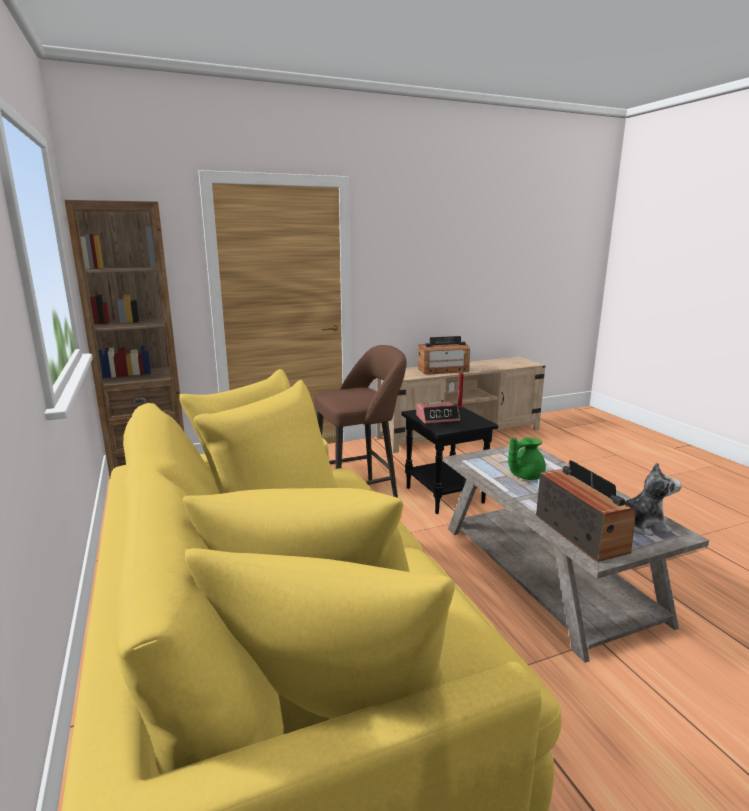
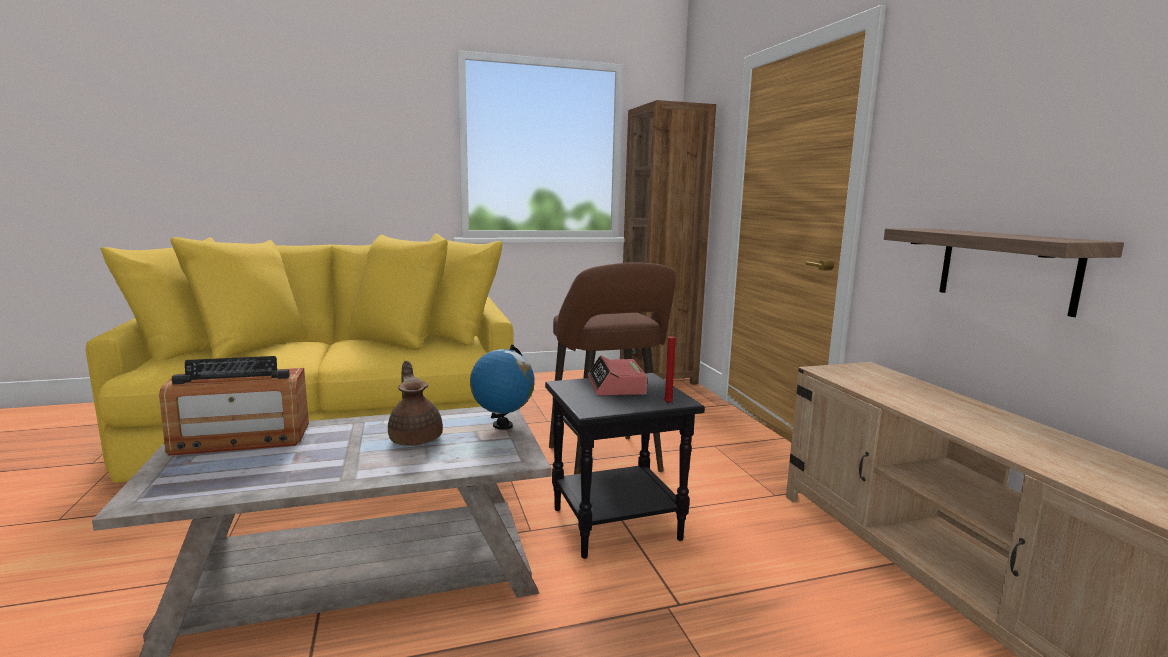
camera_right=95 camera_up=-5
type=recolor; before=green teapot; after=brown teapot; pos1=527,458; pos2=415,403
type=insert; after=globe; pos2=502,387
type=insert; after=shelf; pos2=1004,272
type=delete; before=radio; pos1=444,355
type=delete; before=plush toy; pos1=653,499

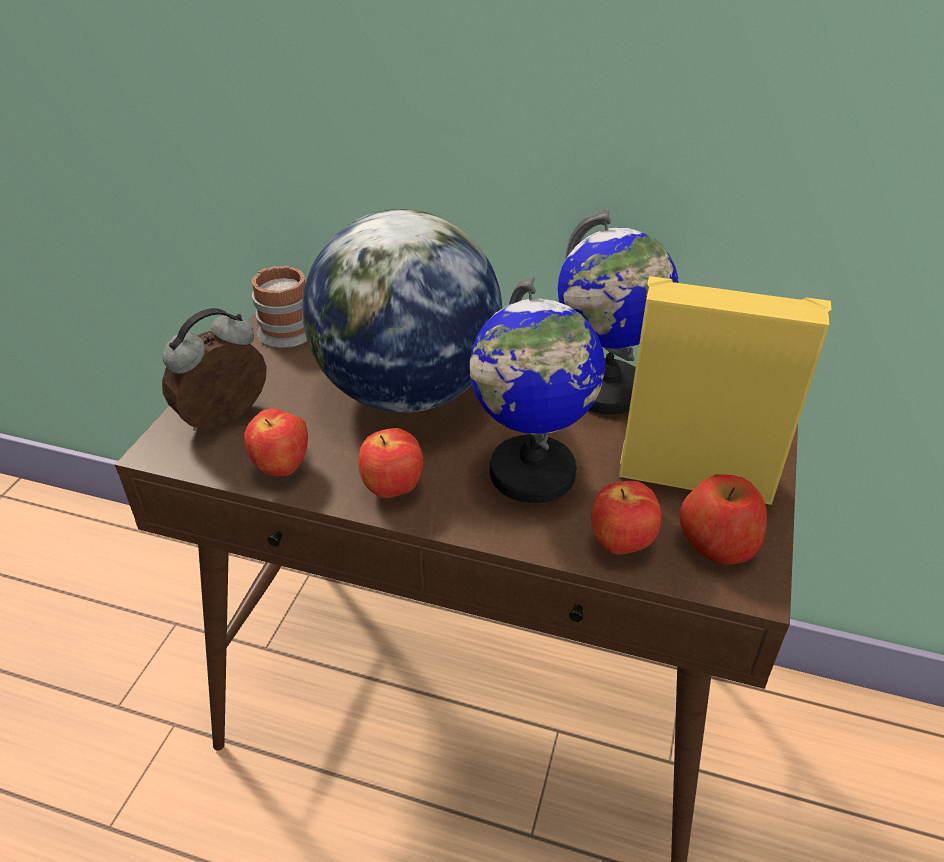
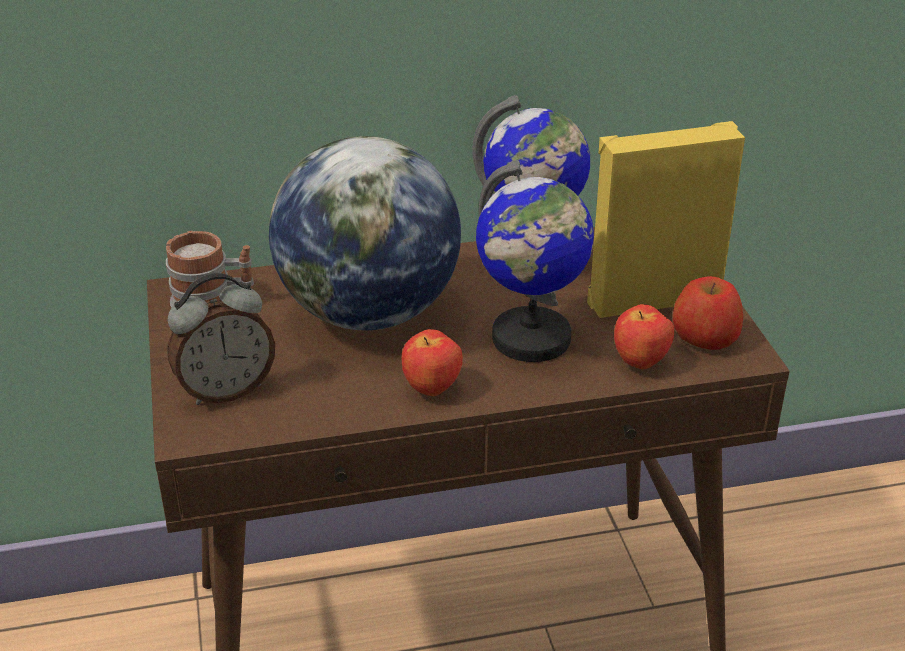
camera_right=-30 camera_up=-5
type=rotate; before=alarm clock; pos1=214,369; pos2=221,339; turn=-135
type=delete; before=apple; pos1=276,442

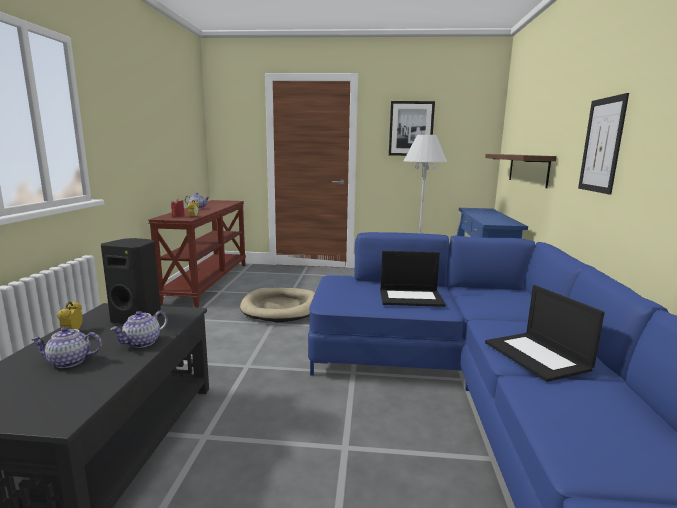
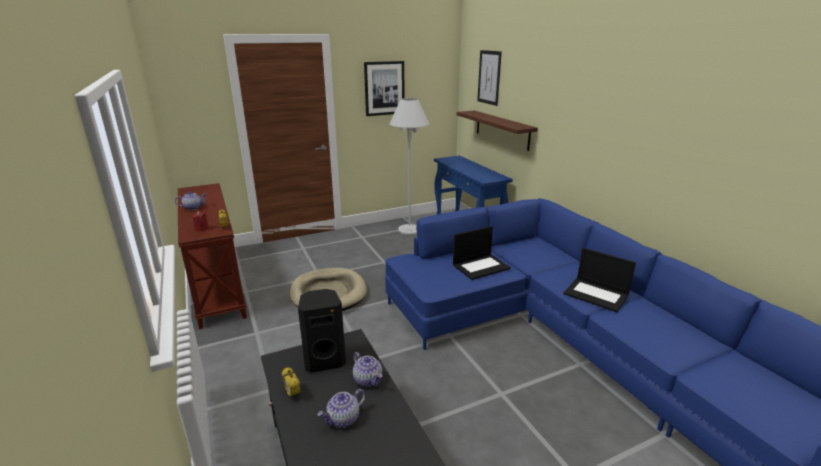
camera_right=-30 camera_up=10
type=rotate; before=teapot; pos1=139,329; pos2=367,369; turn=-45
type=move; before=picture; pos1=603,144; pos2=489,78

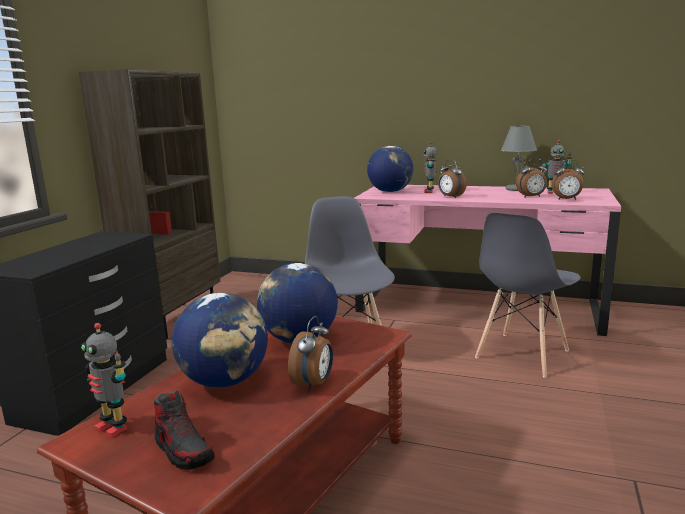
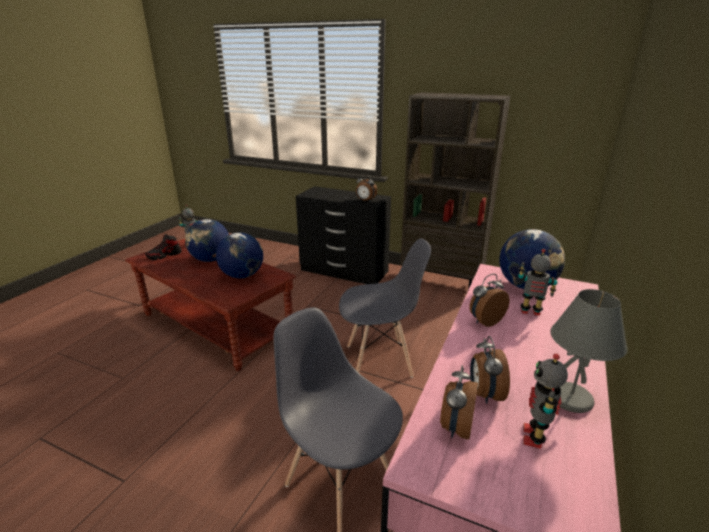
camera_right=95 camera_up=10
type=move; before=alarm clock; pos1=310,353; pos2=366,187

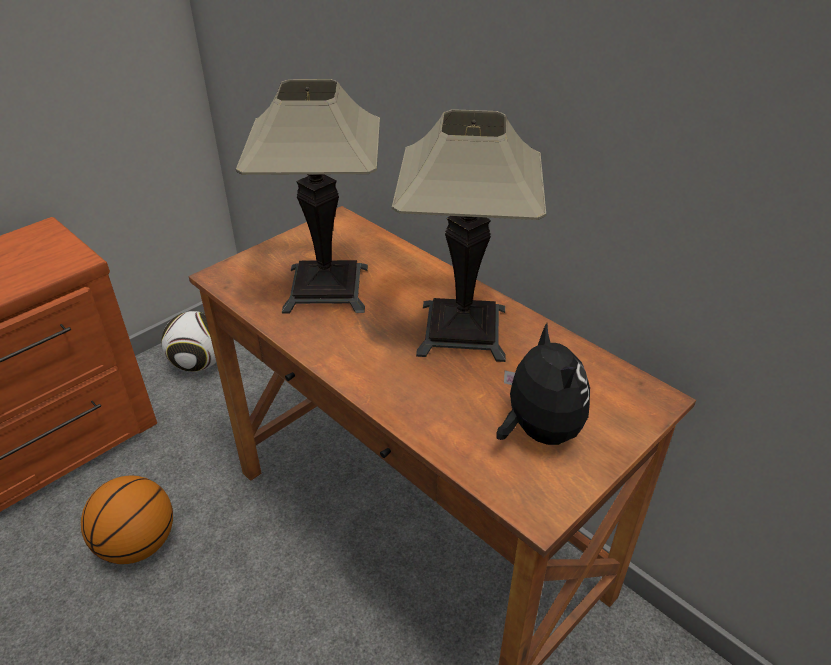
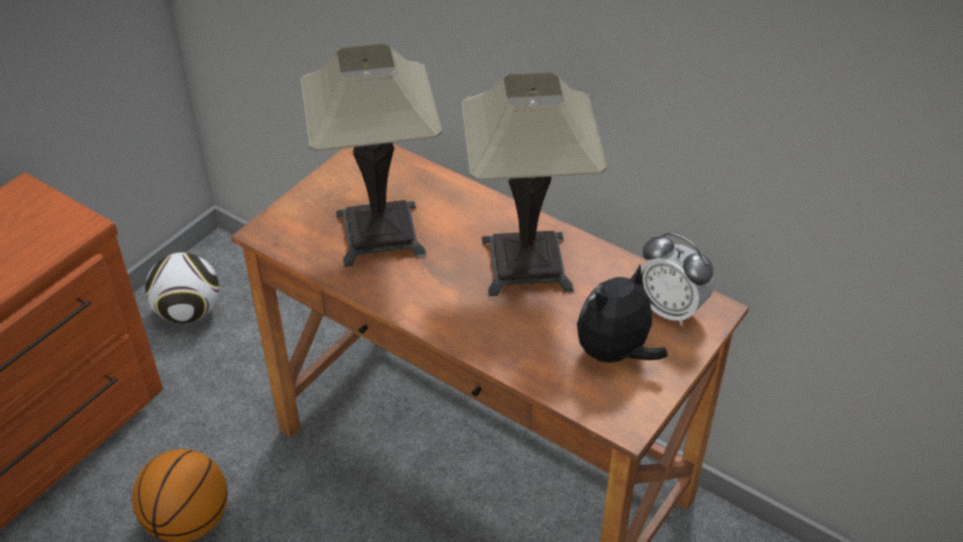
camera_right=-10 camera_up=5
type=rotate; before=plush toy; pos1=543,384; pos2=622,316; turn=-105
type=insert; after=alarm clock; pos2=677,279

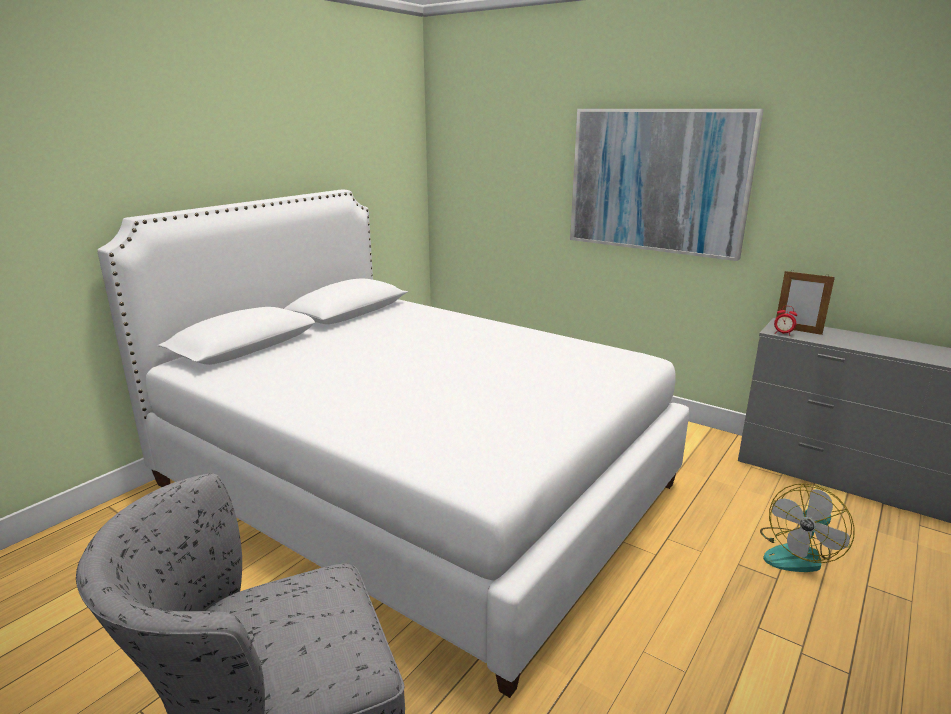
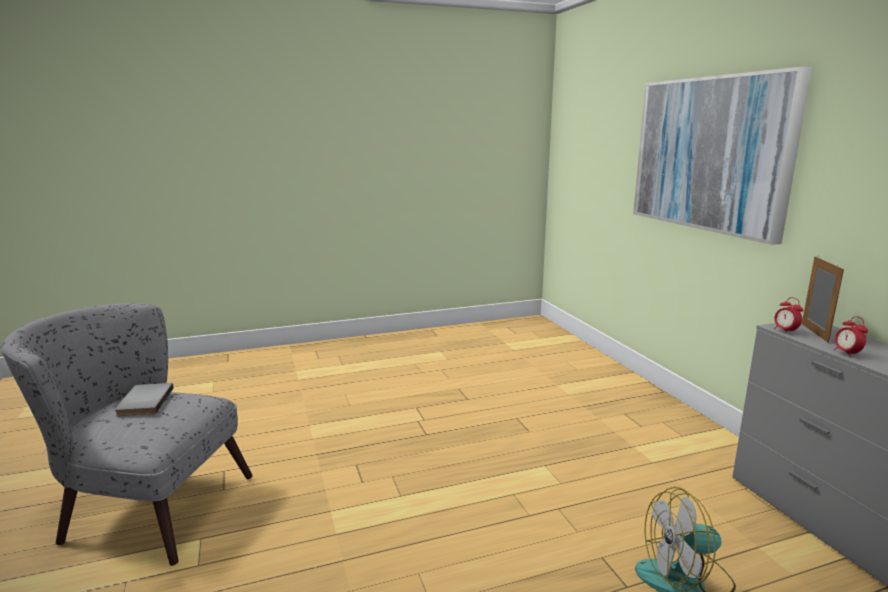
camera_right=35 camera_up=-5
type=insert; after=grey book; pos2=144,400
type=rotate; before=picture frame; pos1=805,302; pos2=823,299; turn=-150
type=insert; after=alarm clock; pos2=851,336
type=delete; before=white bed; pos1=393,443

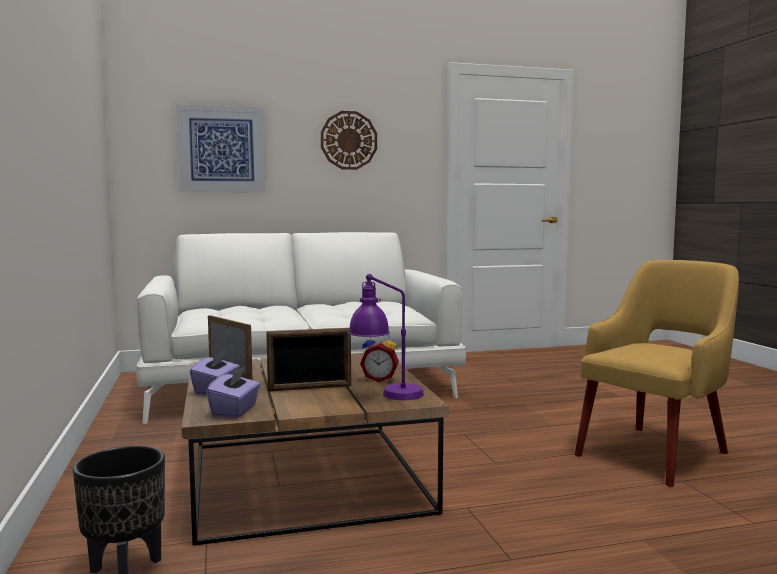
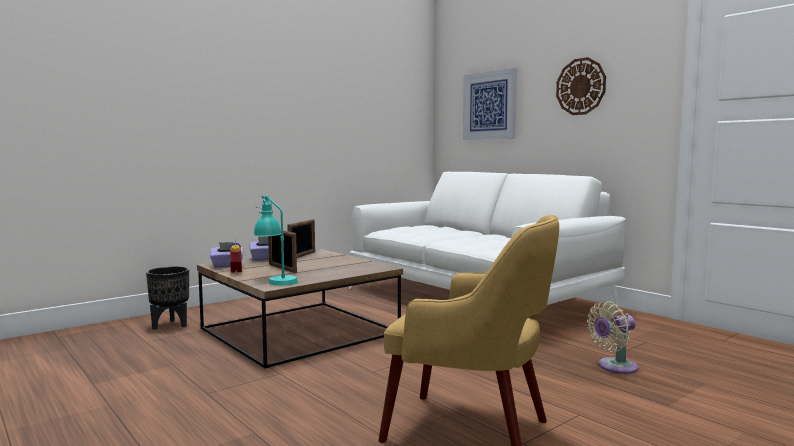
camera_right=65 camera_up=0
type=move; before=alarm clock; pos1=379,358; pos2=238,256
type=recolor; before=purple table lamp; after=turquoise table lamp; pos1=386,337; pos2=275,240
type=insert; after=beige fan; pos2=612,337

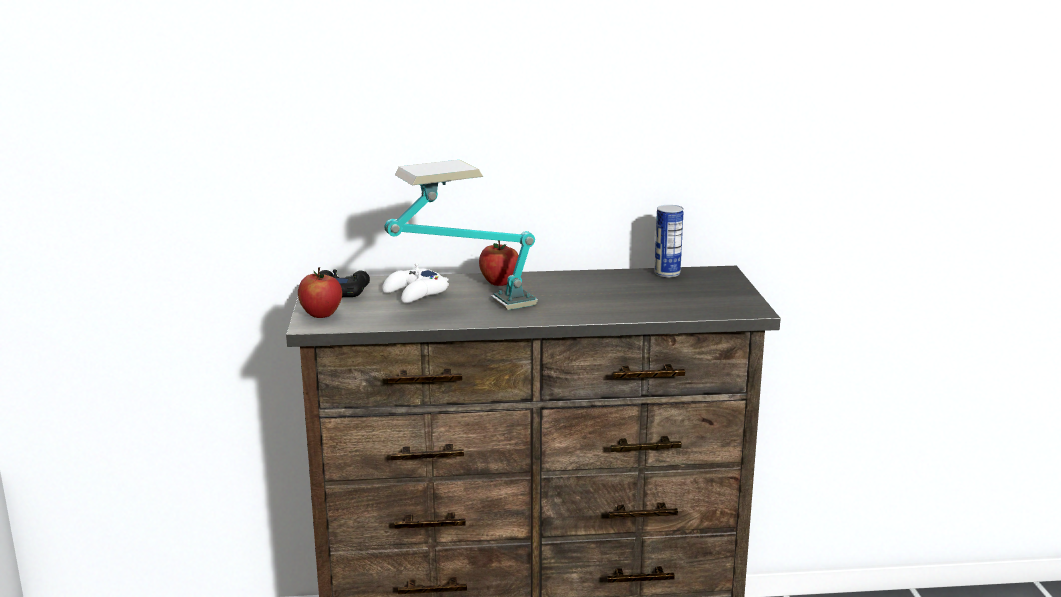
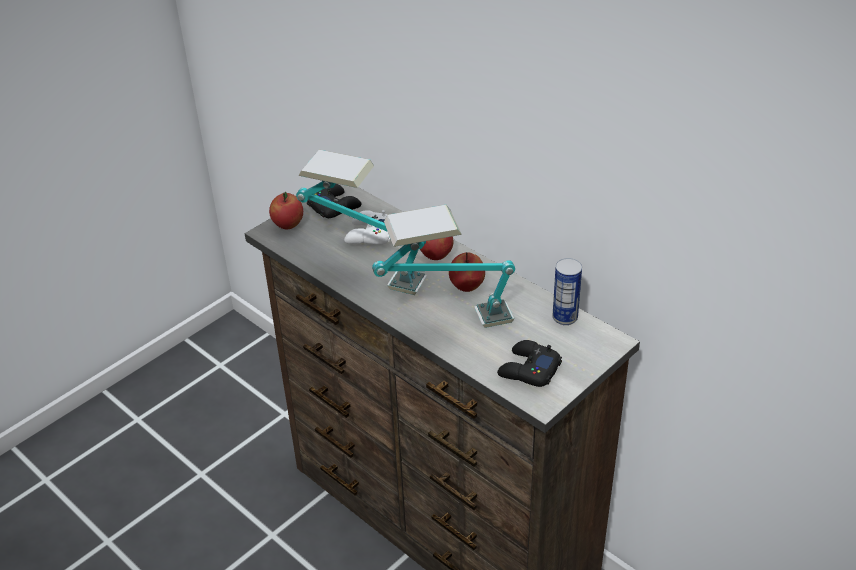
camera_right=50 camera_up=20
type=insert; after=table lamp; pos2=443,266
type=insert; after=apple; pos2=467,272
type=insert; after=black game controller; pos2=529,363

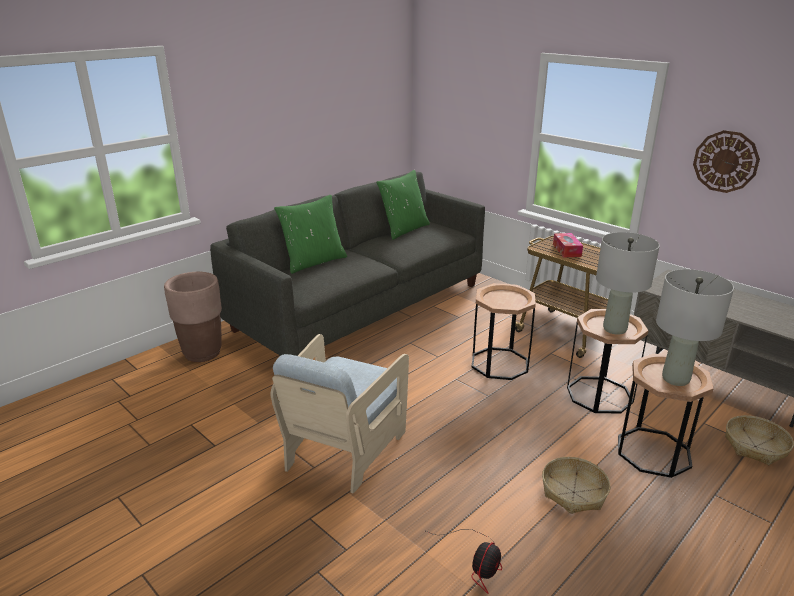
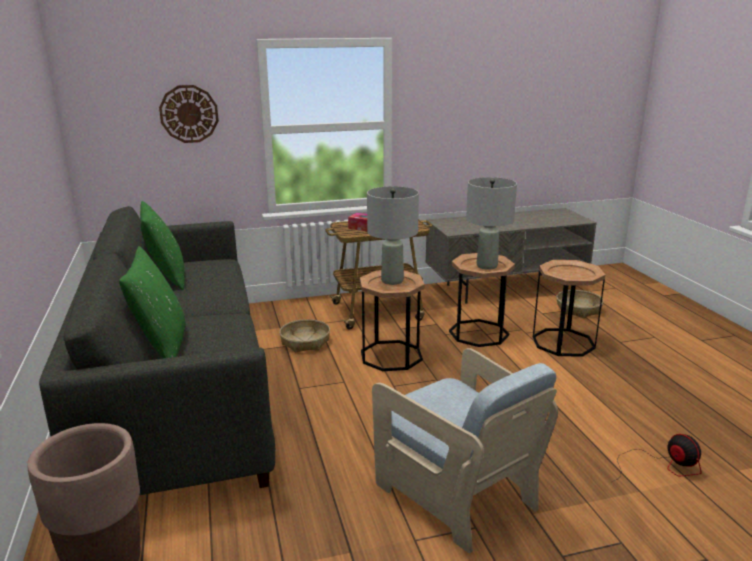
camera_right=-60 camera_up=-5
type=move; before=wall clock; pos1=726,161; pos2=189,114
type=move; before=basket; pos1=576,485; pos2=305,336
type=move; before=grey table lamp; pos1=695,327; pos2=393,235

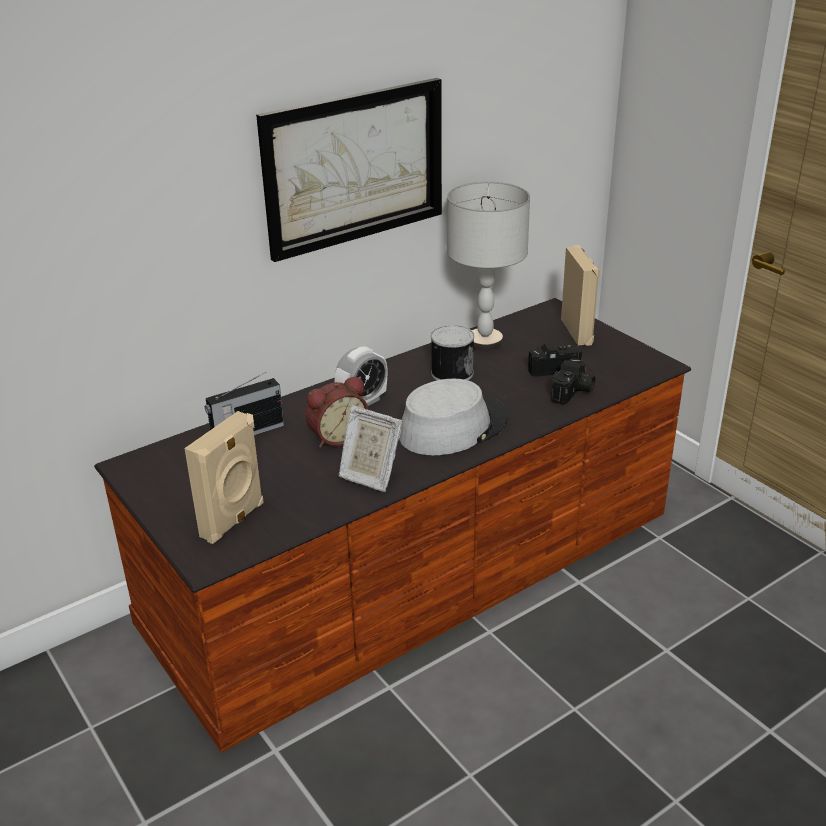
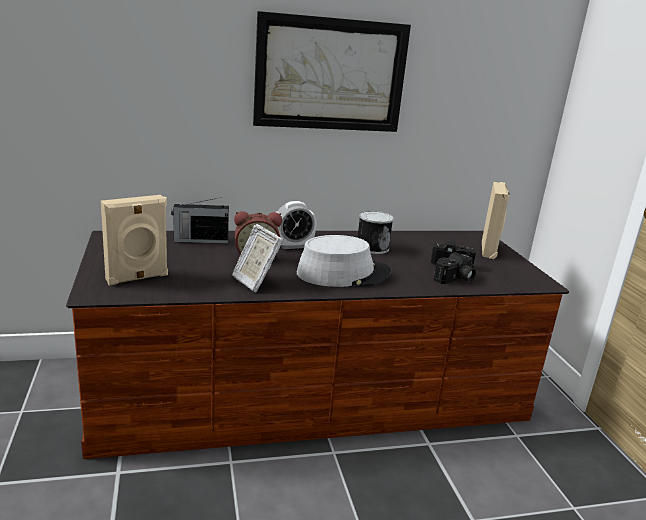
camera_right=20 camera_up=-10
type=delete; before=grey table lamp; pos1=488,266

